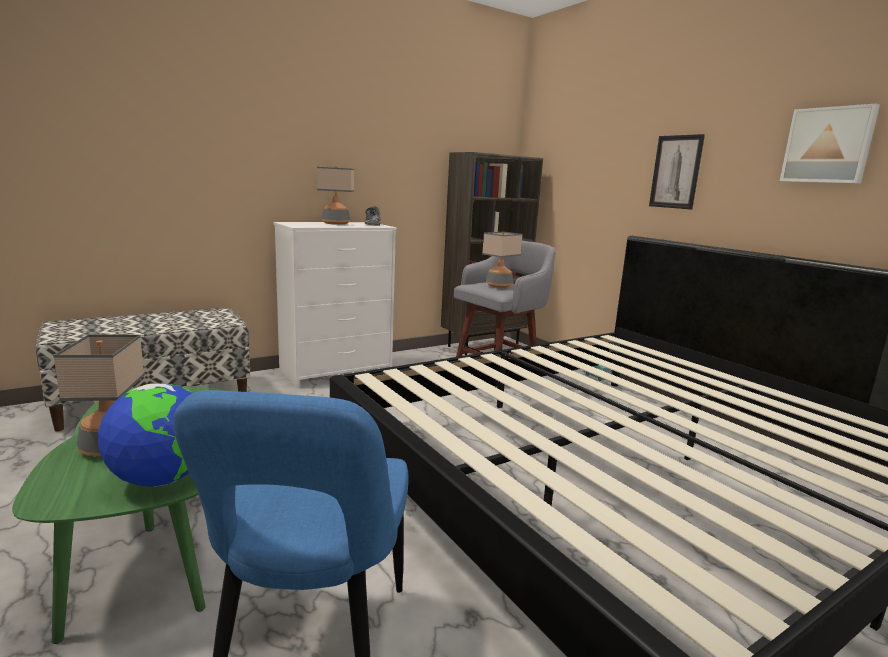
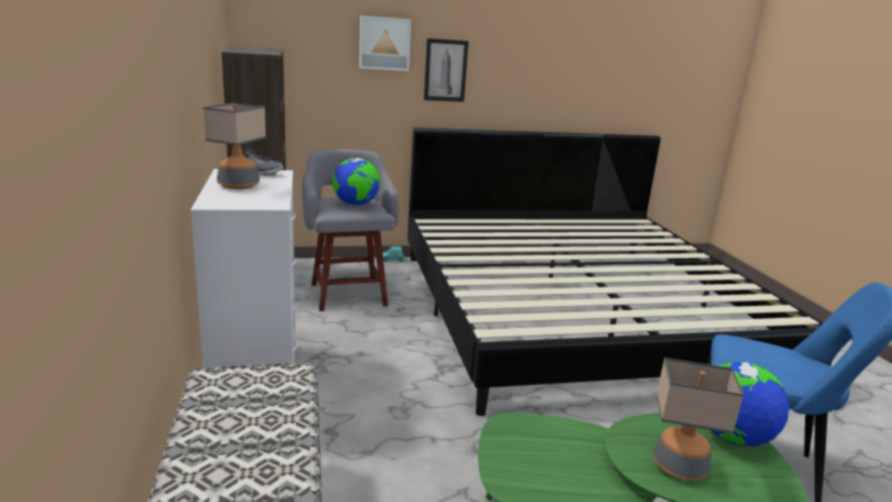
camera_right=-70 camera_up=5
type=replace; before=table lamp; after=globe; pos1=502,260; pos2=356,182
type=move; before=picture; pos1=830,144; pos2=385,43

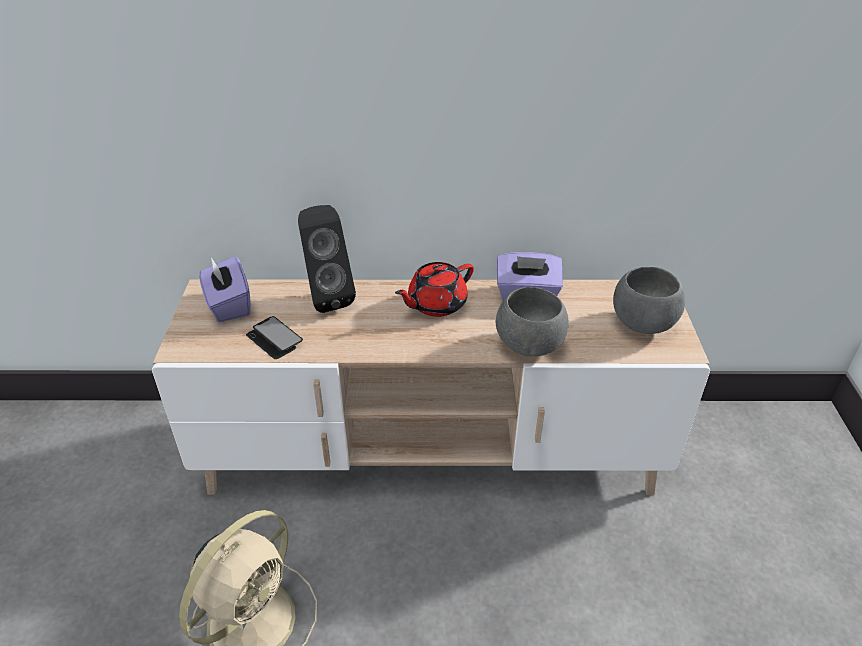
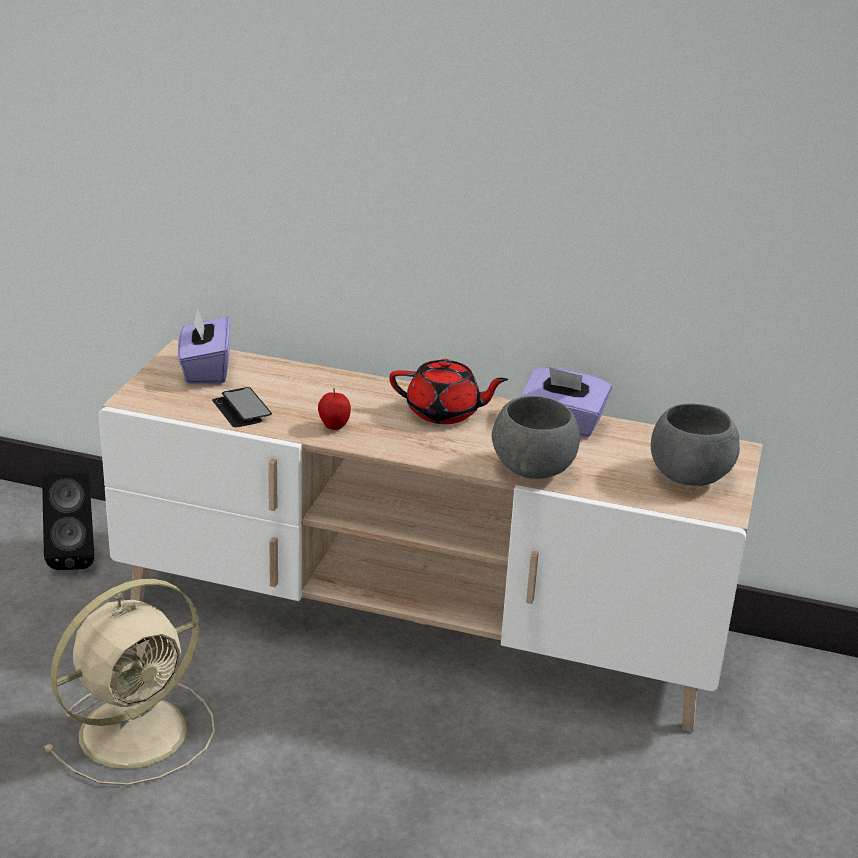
camera_right=15 camera_up=-10
type=move; before=black speaker; pos1=327,259; pos2=68,512
type=insert; after=apple; pos2=334,409
type=rotate; before=red teapot; pos1=434,289; pos2=448,391; turn=-150

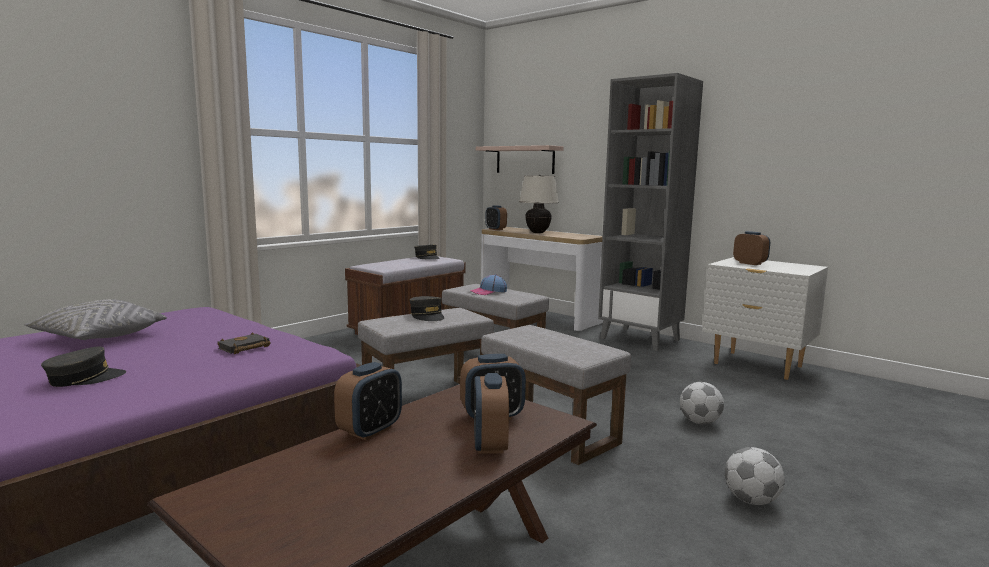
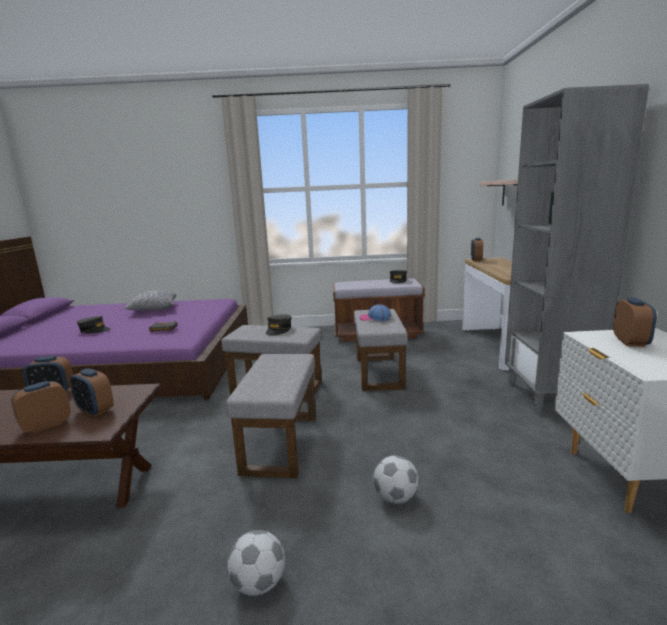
camera_right=50 camera_up=5
type=delete; before=beige table lamp; pos1=539,204

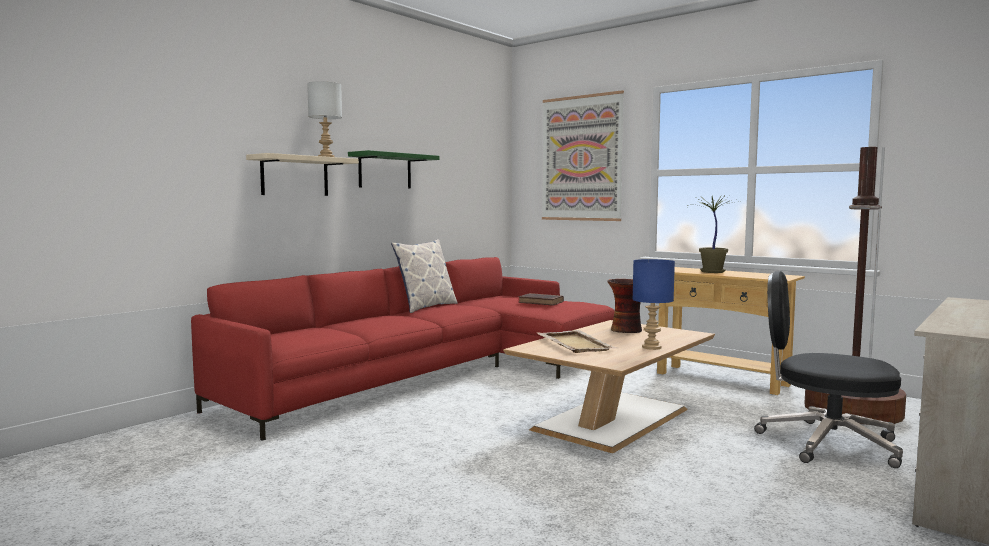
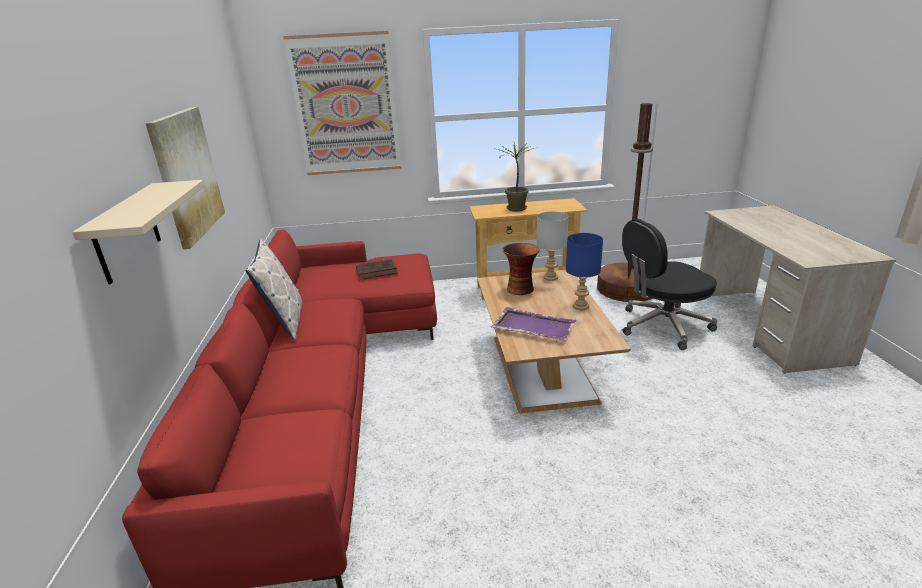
camera_right=-45 camera_up=20
type=replace; before=green shelf; after=picture; pos1=393,169; pos2=185,178
type=recolor; before=beige tray; after=purple tray; pos1=577,341; pos2=534,323
type=move; before=grey table lamp; pos1=324,119; pos2=553,246

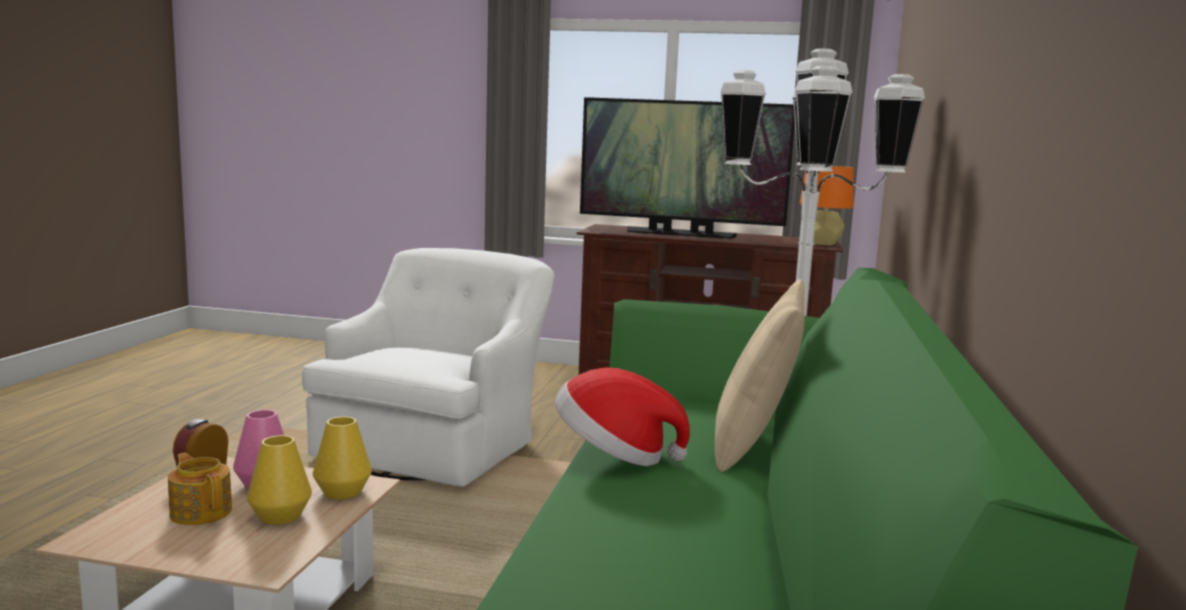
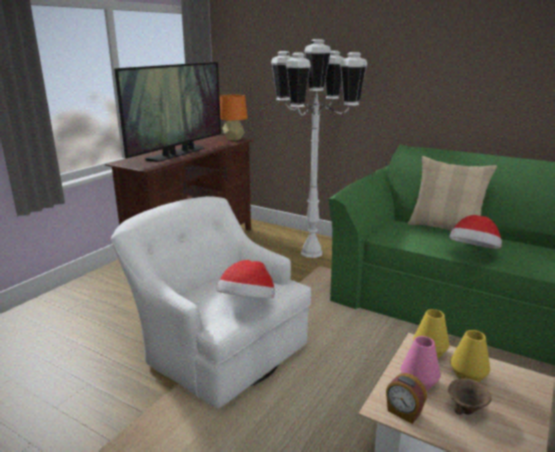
camera_right=-70 camera_up=10
type=insert; after=hat; pos2=246,279
type=replace; before=teapot; after=brown bowl; pos1=200,489; pos2=469,397

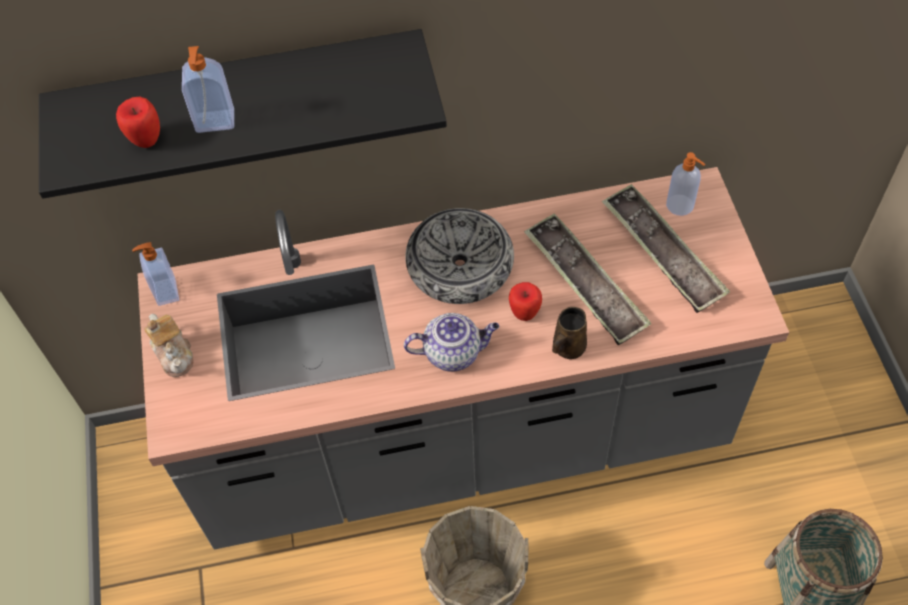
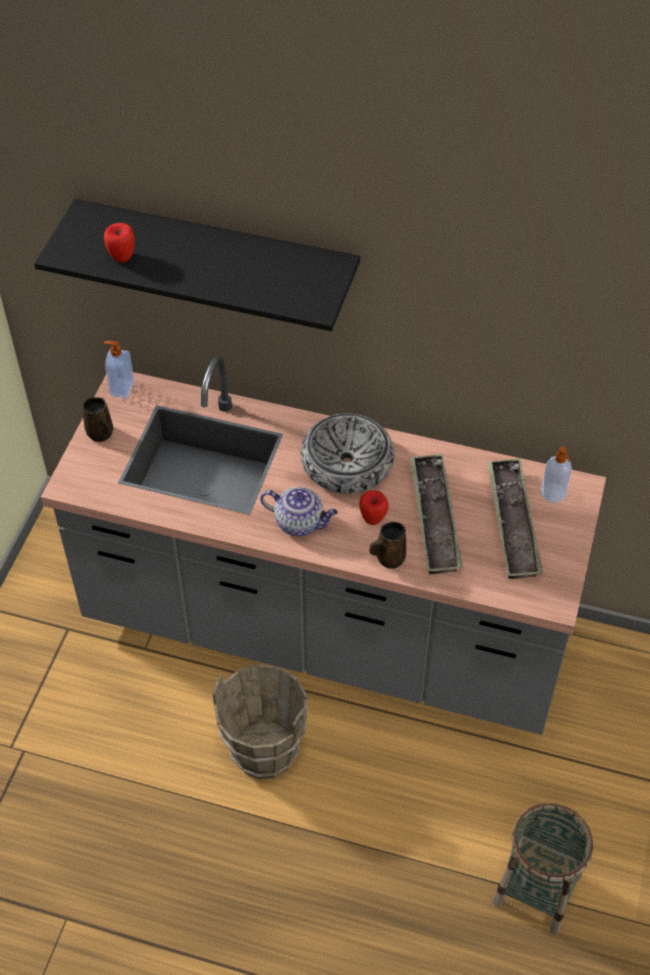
camera_right=25 camera_up=-5
type=replace; before=teapot; after=brown mug; pos1=168,345; pos2=97,419
type=delete; before=soap dispenser; pos1=208,89

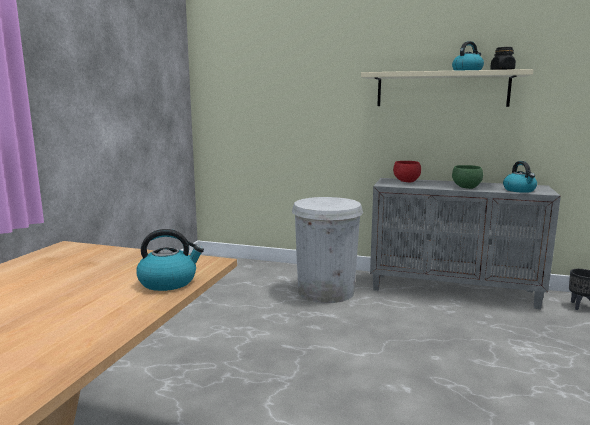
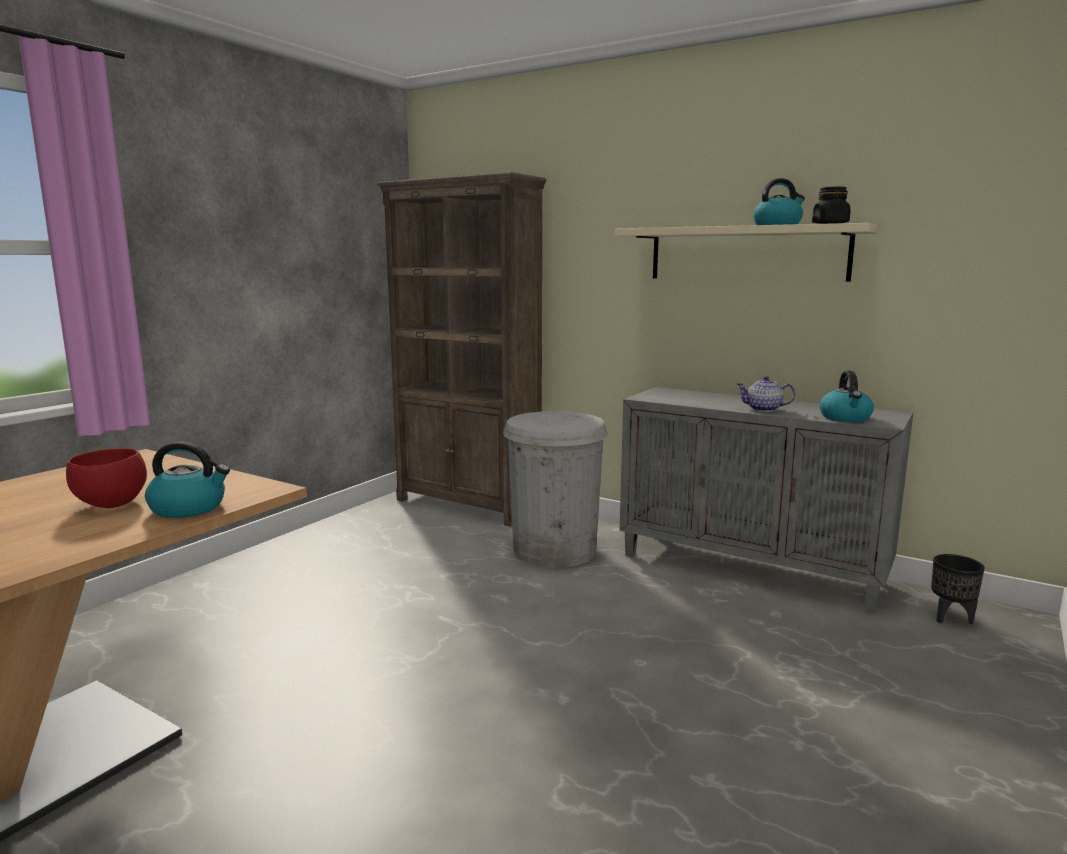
camera_right=15 camera_up=0
type=move; before=red bowl; pos1=407,171; pos2=106,478
type=insert; after=brown bookcase; pos2=462,349
type=replace; before=green bowl; after=teapot; pos1=467,177; pos2=765,394

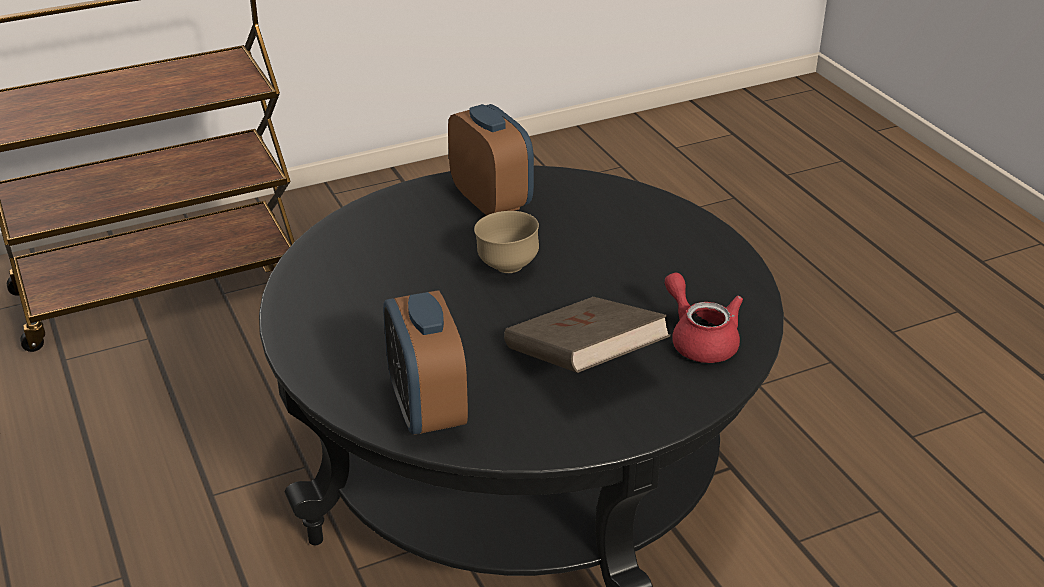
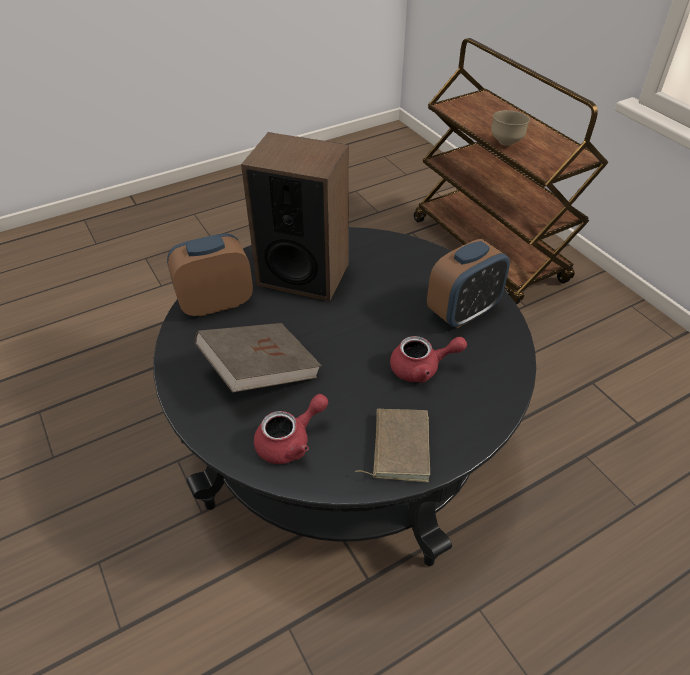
camera_right=85 camera_up=10
type=insert; after=speaker; pos2=295,216
type=insert; after=brown book; pos2=392,445
type=insert; after=red teapot; pos2=428,359
type=move; before=brown bowl; pos1=506,242; pos2=510,128

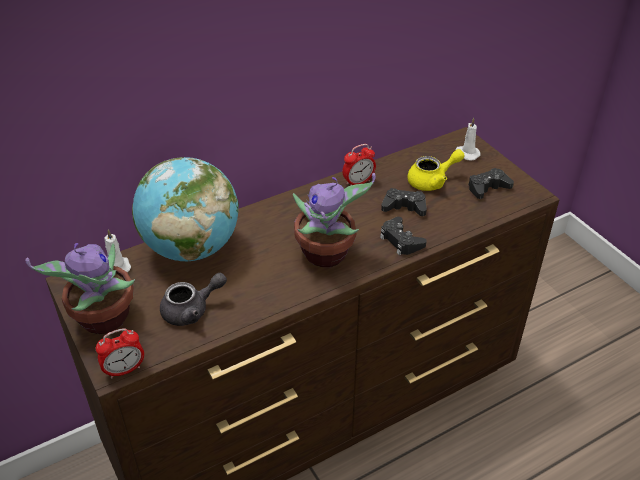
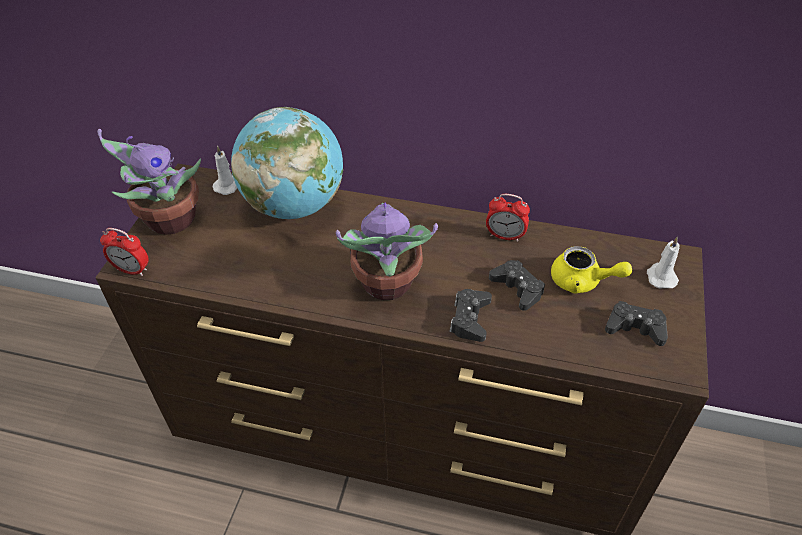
camera_right=45 camera_up=5
type=delete; before=grey teapot; pos1=193,299

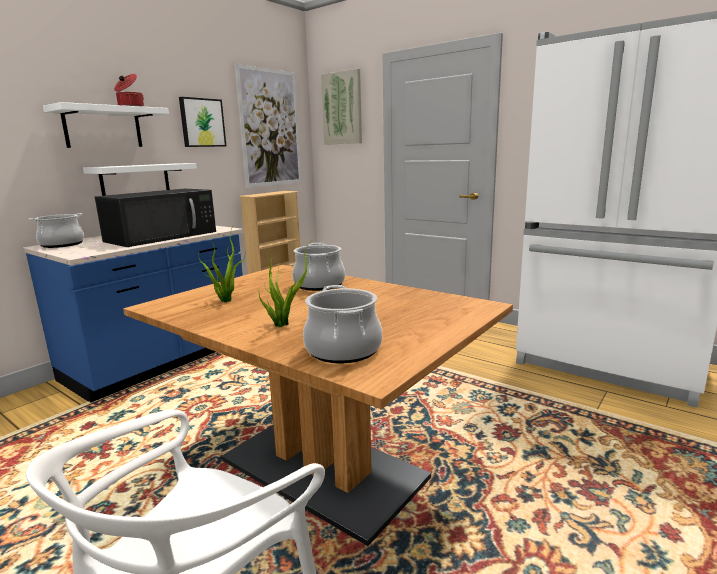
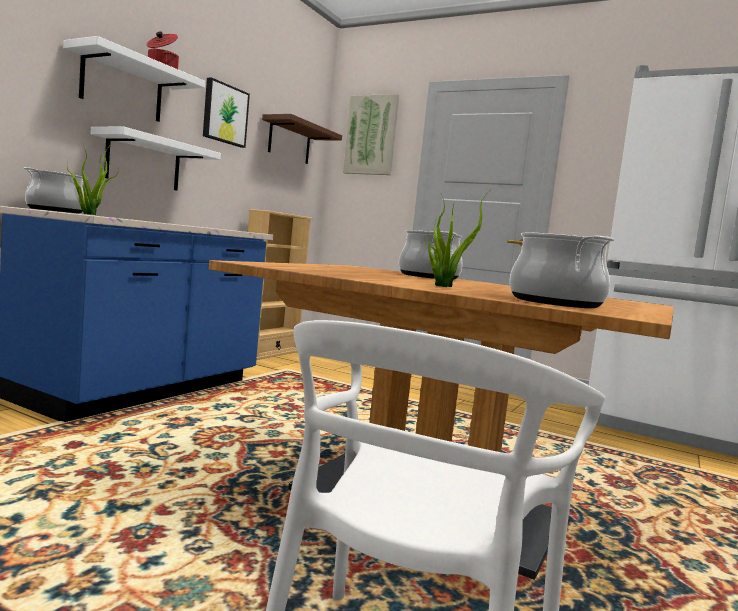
camera_right=-10 camera_up=-10
type=move; before=potted plant; pos1=221,264; pos2=93,181
type=replace; before=picture; after=brown shelf; pos1=268,125; pos2=302,139
type=delete; before=black microwave; pos1=155,218

